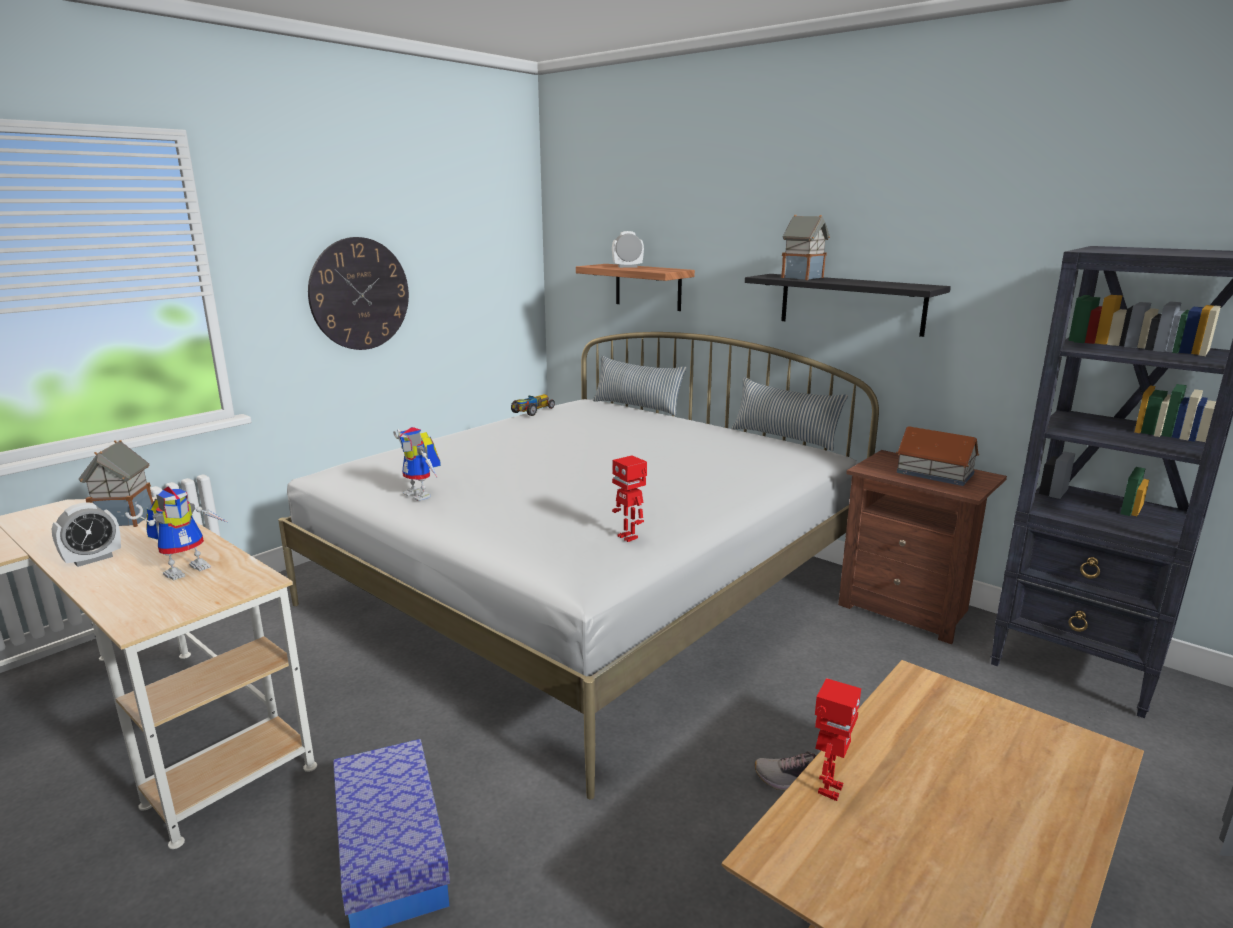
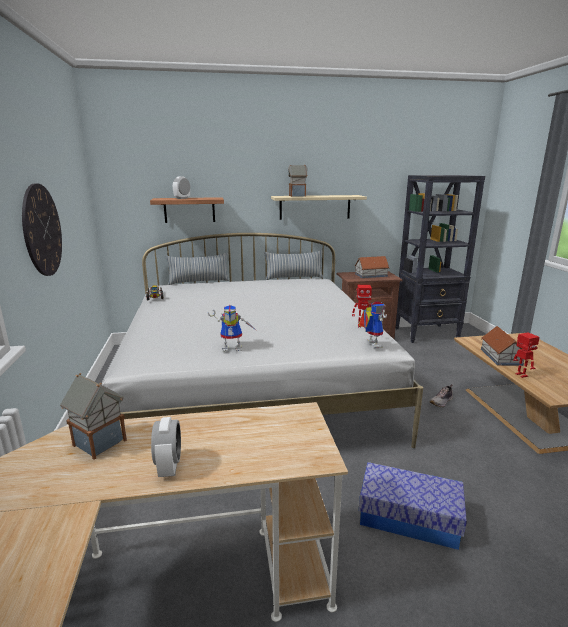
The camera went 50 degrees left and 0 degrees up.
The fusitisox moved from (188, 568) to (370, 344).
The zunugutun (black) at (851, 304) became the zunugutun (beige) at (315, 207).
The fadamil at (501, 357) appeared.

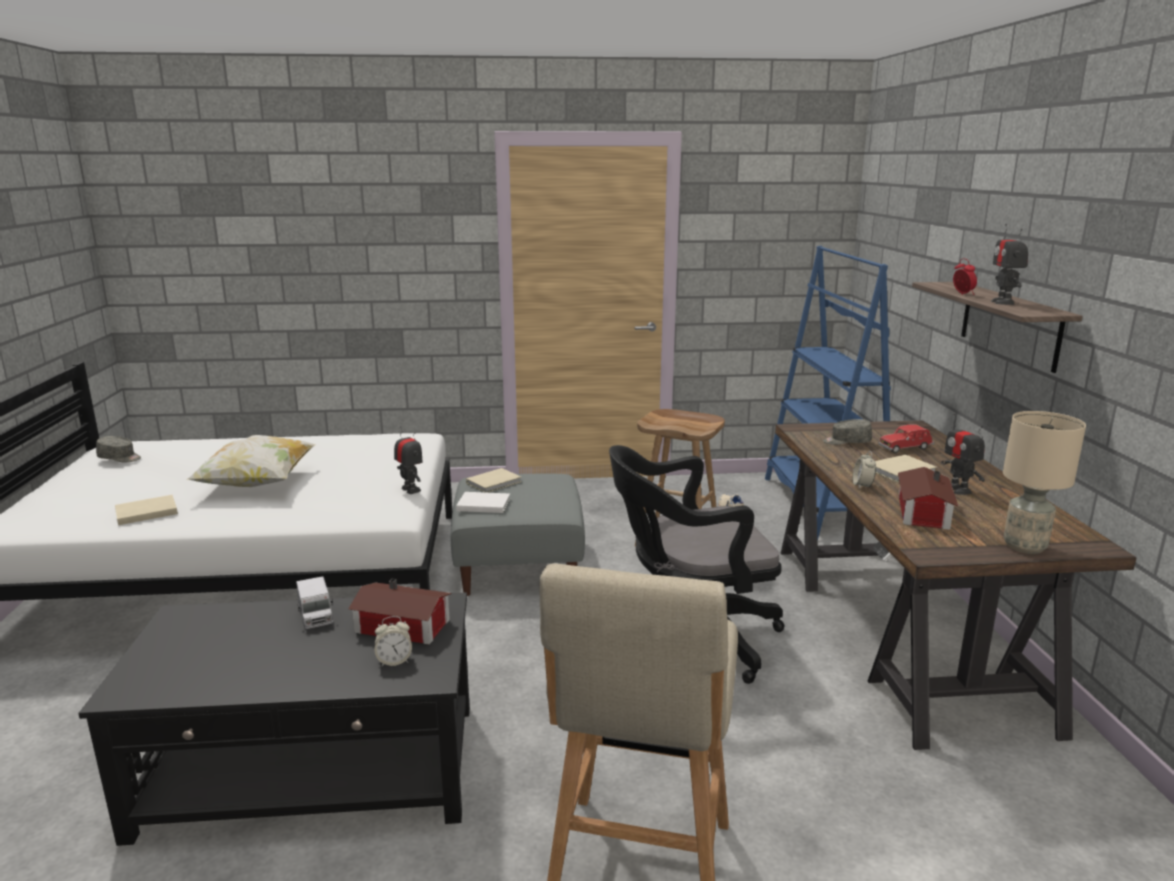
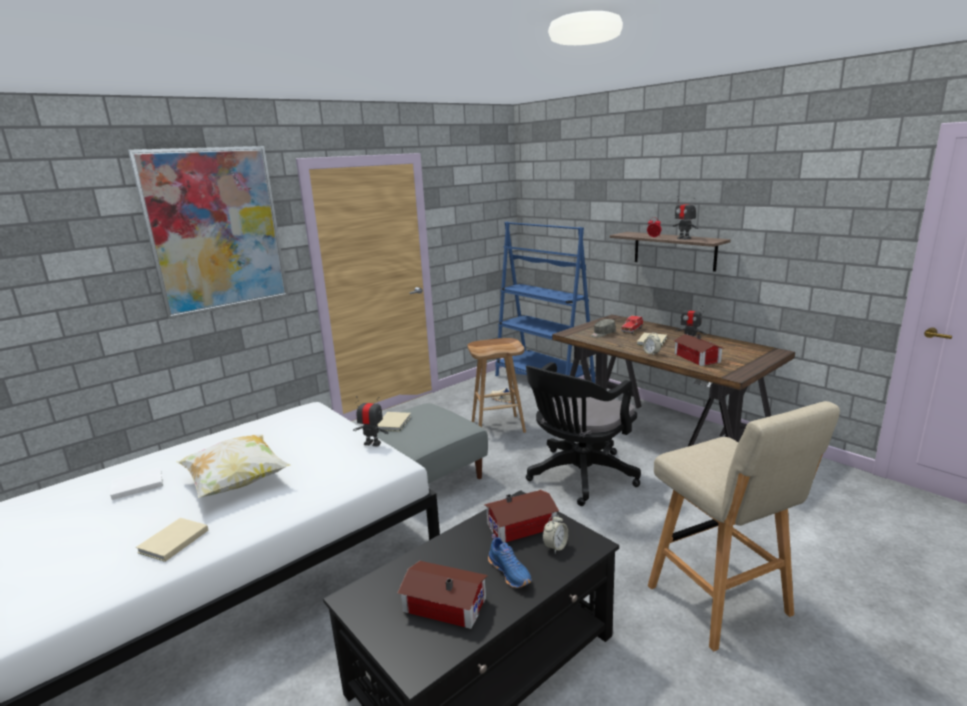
The camera went 35 degrees left and 0 degrees up.
The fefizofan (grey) at (120, 458) disappeared.
The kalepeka at (316, 616) disappeared.
The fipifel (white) moved from (482, 504) to (136, 485).
The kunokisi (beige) at (1025, 547) disappeared.
The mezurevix at (216, 230) appeared.
The fadamil at (443, 603) appeared.
The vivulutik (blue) at (510, 572) appeared.

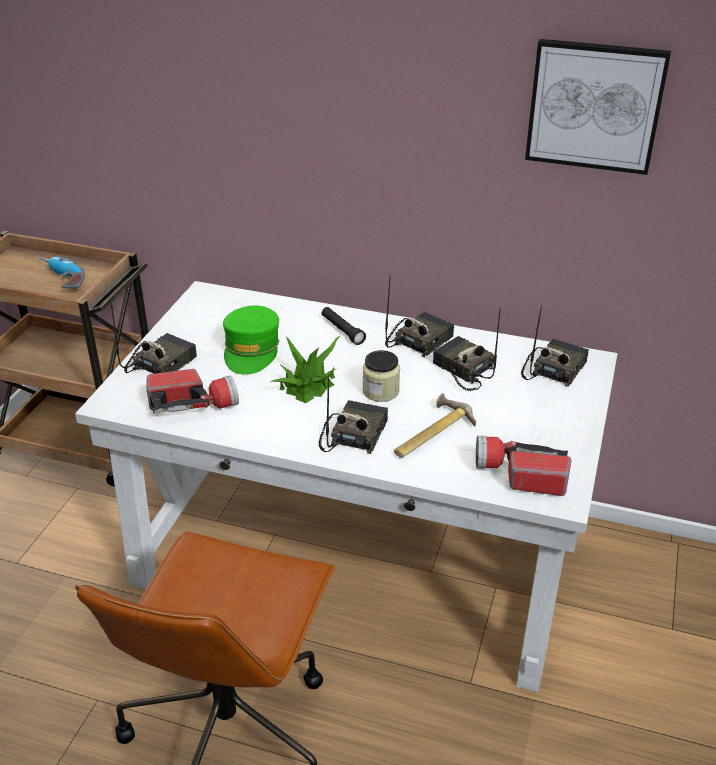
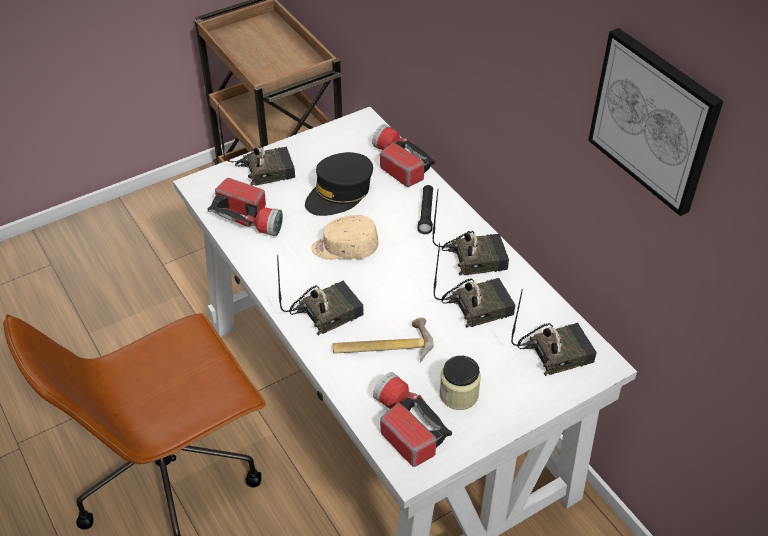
The camera went 40 degrees right and 10 degrees up.
The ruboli at (62, 280) disappeared.
The fefizofan (green) at (251, 350) became the fefizofan (black) at (339, 193).
The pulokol at (308, 384) was replaced by the fefizofan (beige) at (345, 248).
The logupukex moved from (380, 391) to (458, 394).
The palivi at (463, 370) turned 75 degrees clockwise.
The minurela at (398, 163) appeared.

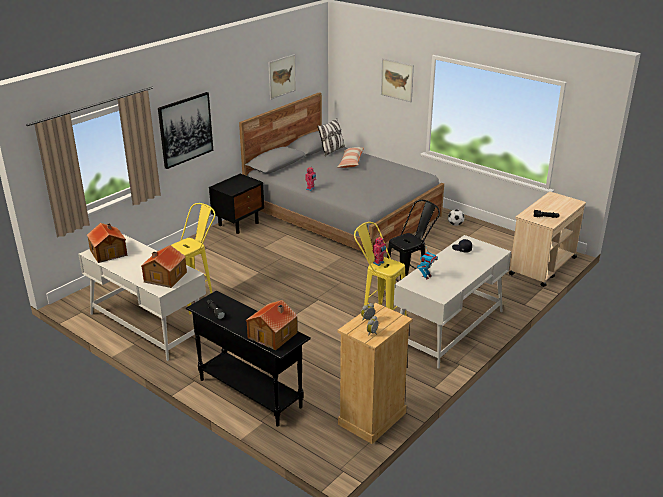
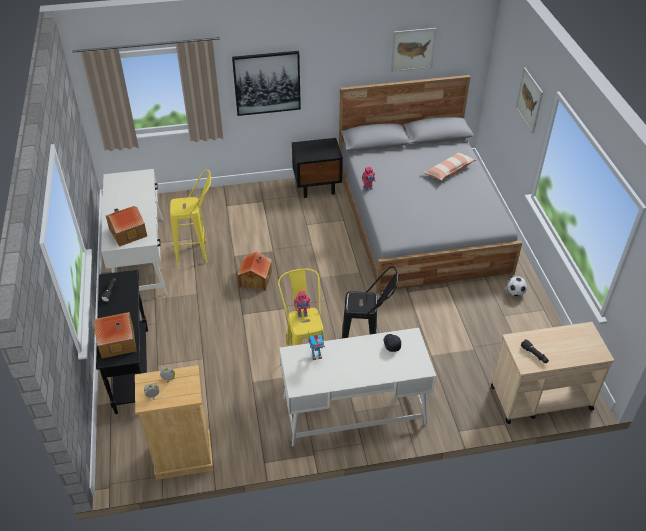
The camera went 40 degrees right and 15 degrees up.
The fadamil moved from (109, 252) to (256, 278).
The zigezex at (332, 151) disappeared.

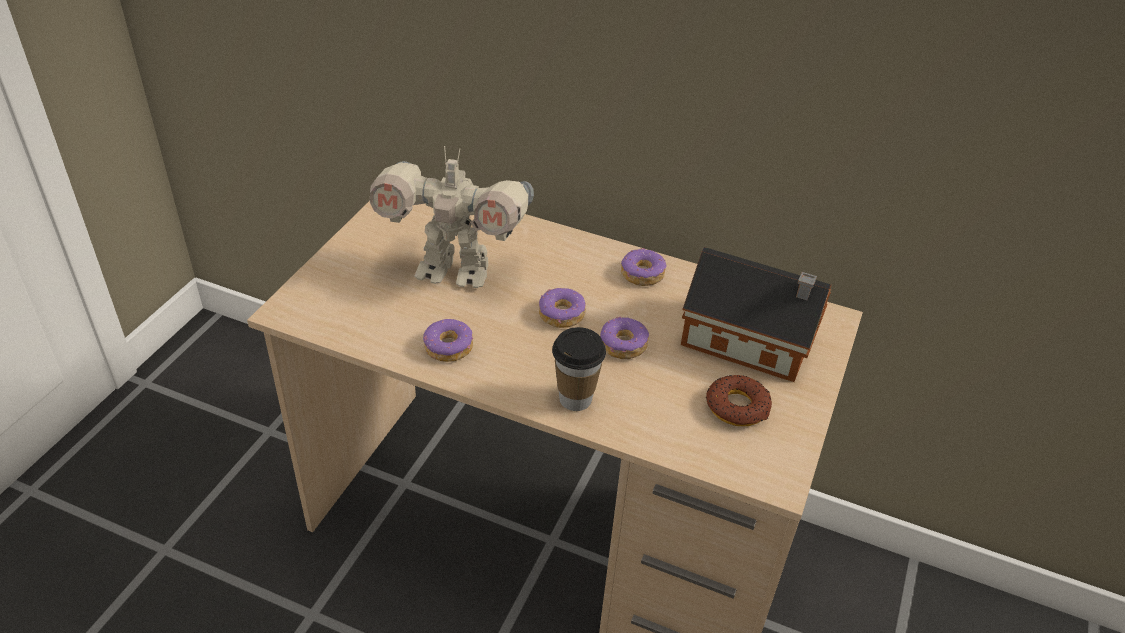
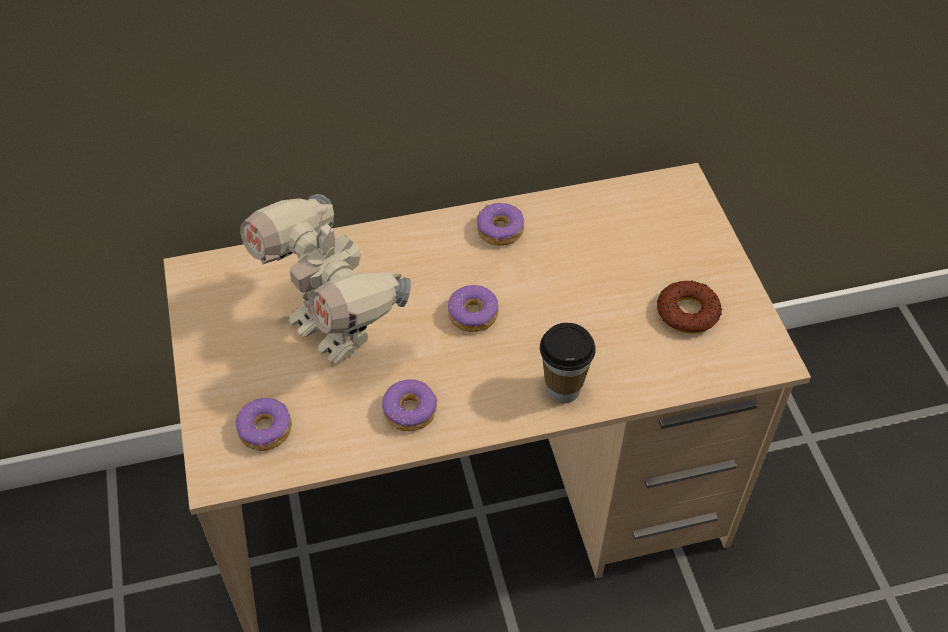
The camera went 35 degrees left and 10 degrees up.
The fusitisox at (454, 270) turned 75 degrees clockwise.
The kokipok moved from (623, 345) to (265, 430).
The fadamil at (752, 342) disappeared.

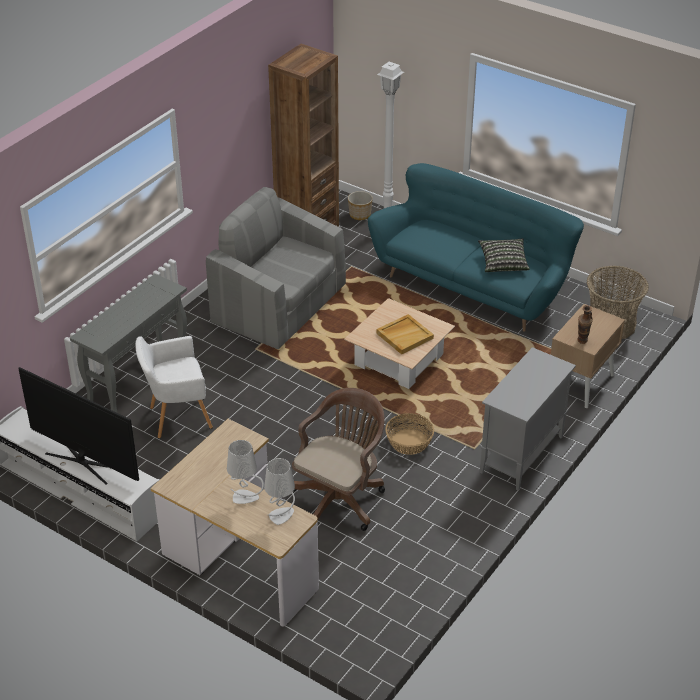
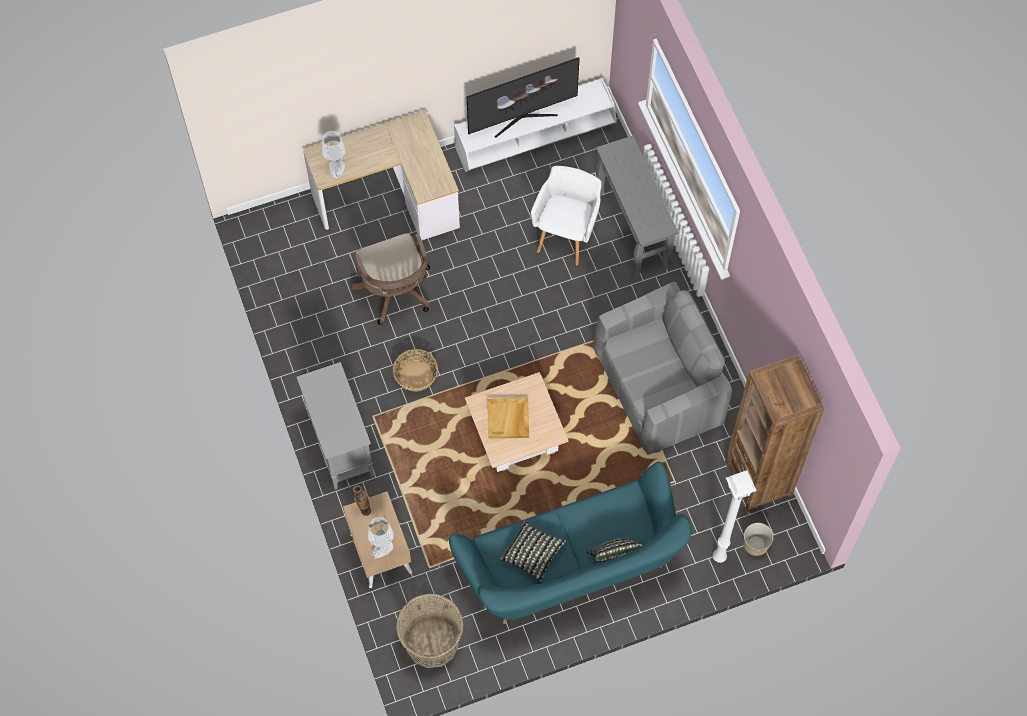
The camera went 125 degrees right and 25 degrees up.
The kunokisi (grey) moved from (245, 497) to (382, 548).
The zigezex at (614, 557) appeared.

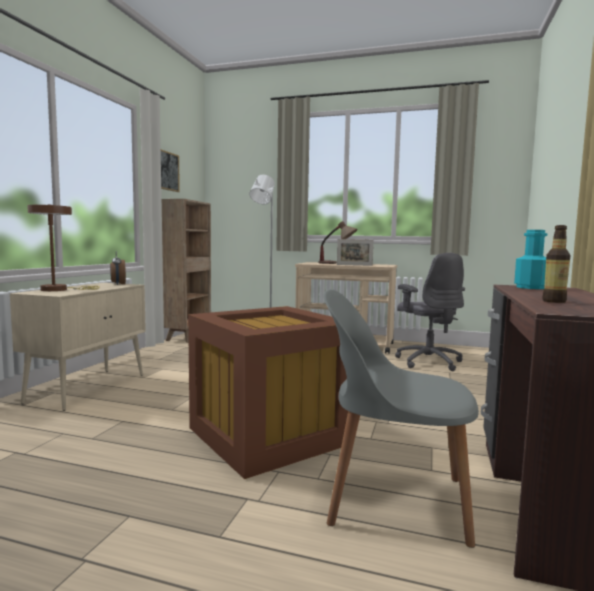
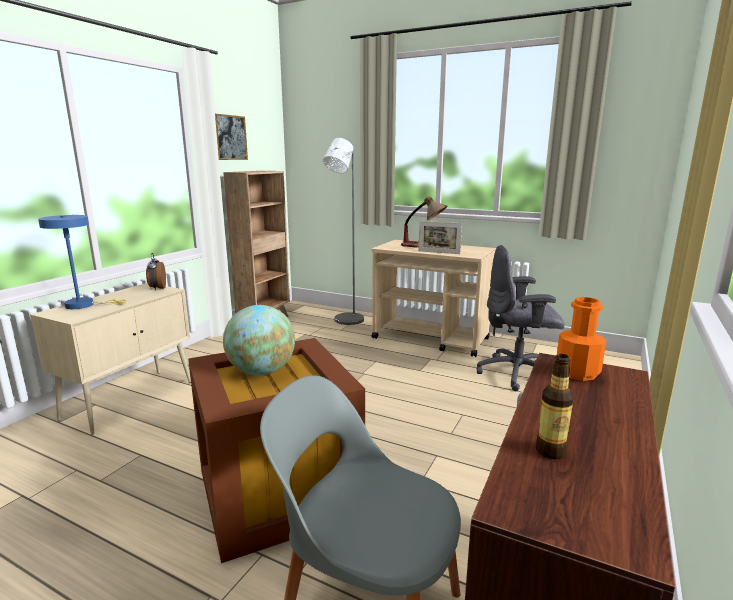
The camera went 10 degrees right and 10 degrees up.
The kunokisi (brown) at (59, 289) became the kunokisi (blue) at (85, 305).
The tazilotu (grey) at (428, 361) turned 105 degrees clockwise.
The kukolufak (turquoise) at (531, 287) became the kukolufak (orange) at (577, 372).
The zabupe at (261, 372) appeared.

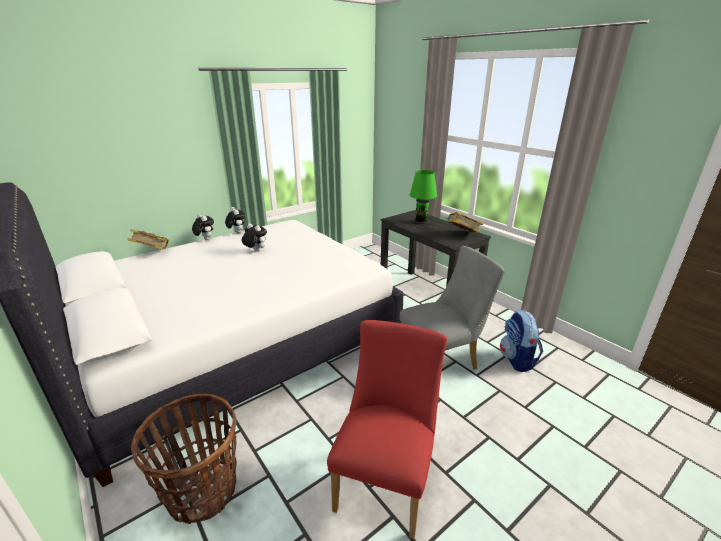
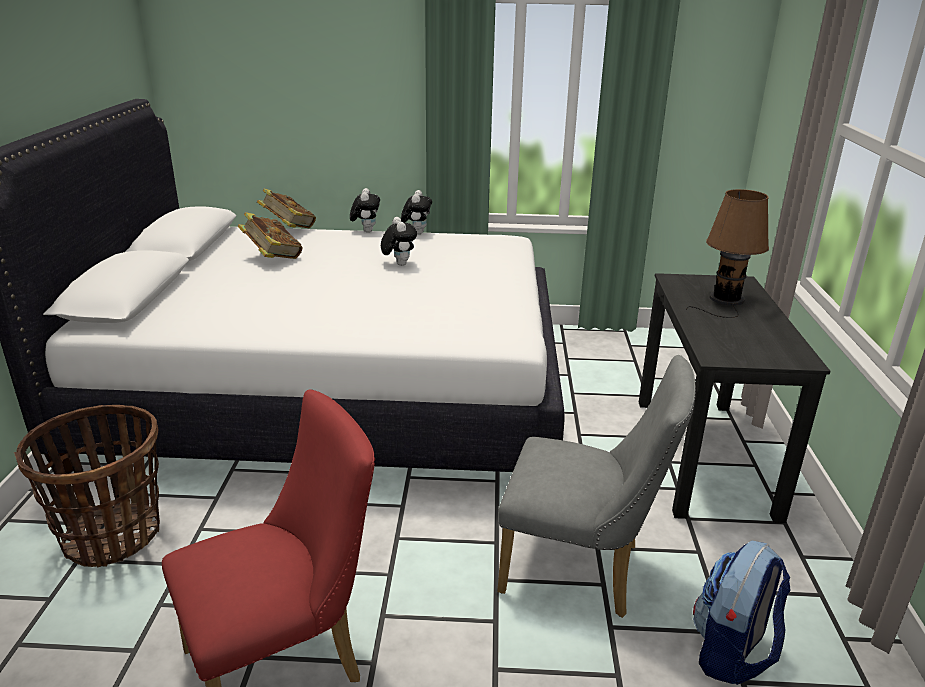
The camera went 40 degrees right and 0 degrees up.
The kunokisi (green) at (422, 222) became the kunokisi (brown) at (725, 300).
The fipifel moved from (461, 234) to (272, 258).

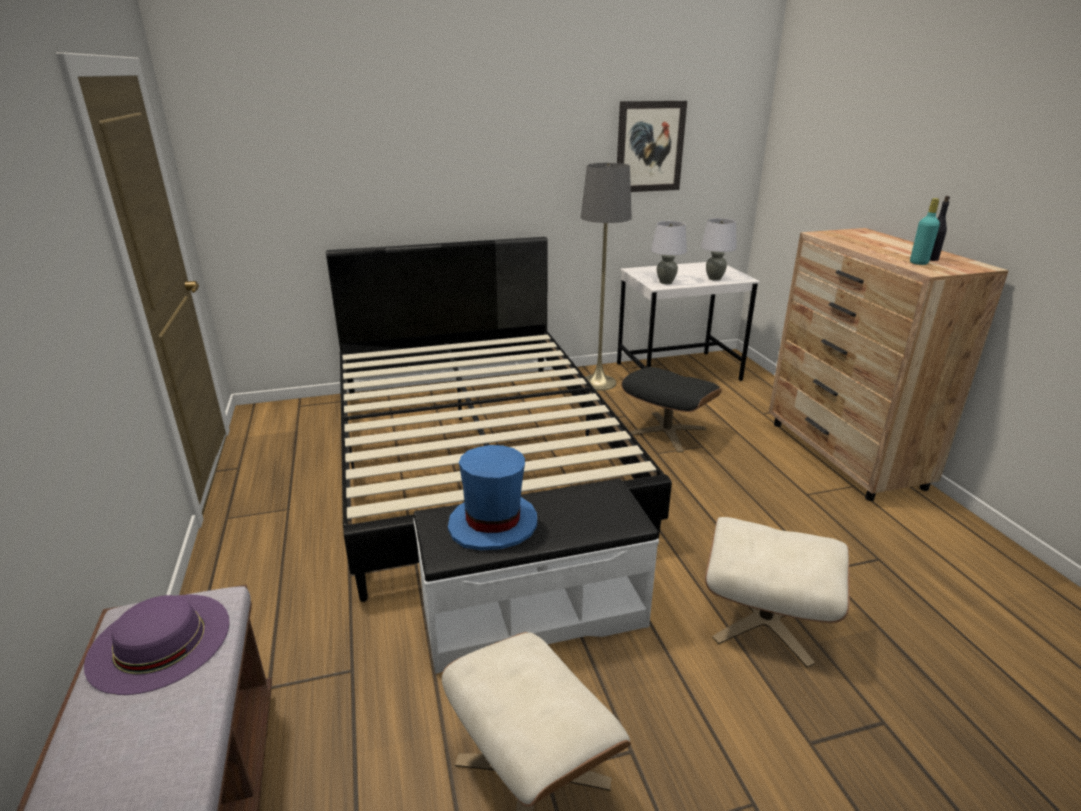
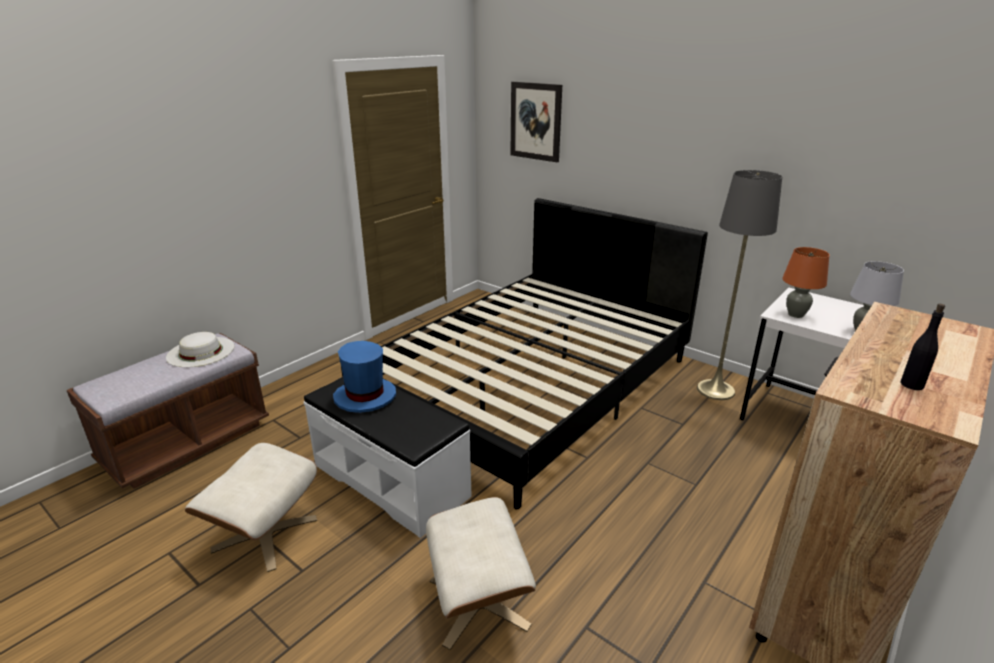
The camera went 55 degrees right and 0 degrees up.
The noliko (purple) at (159, 641) became the noliko (white) at (200, 351).
The mezurevix moved from (649, 147) to (536, 121).
The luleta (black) at (666, 432) disappeared.
The kunokisi (grey) at (665, 282) became the kunokisi (orange) at (795, 314).
The kukolufak (turquoise) at (918, 263) disappeared.

